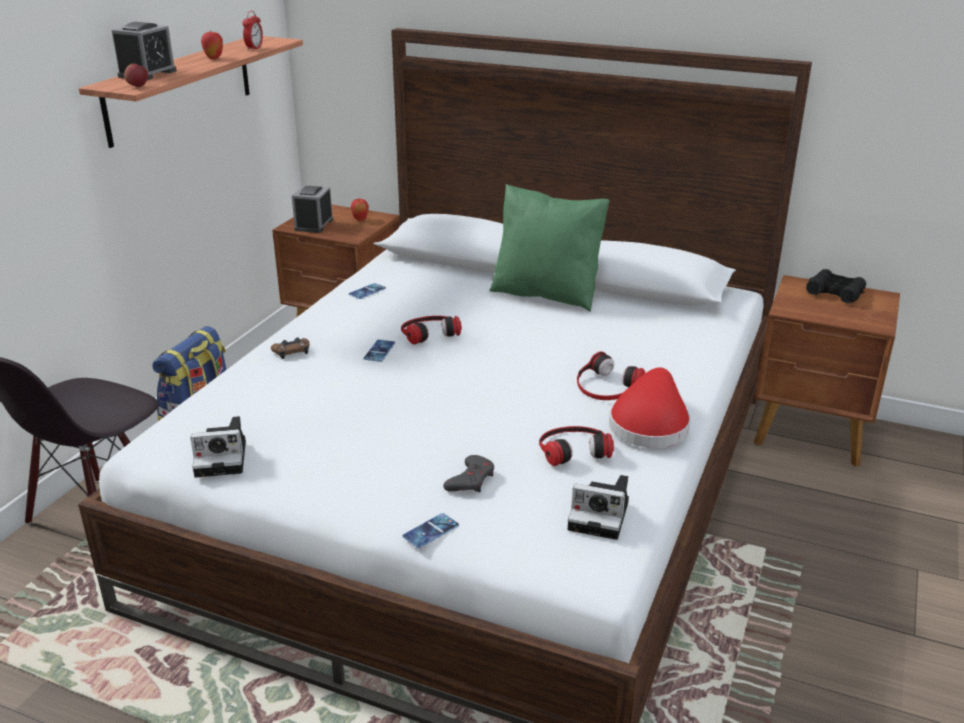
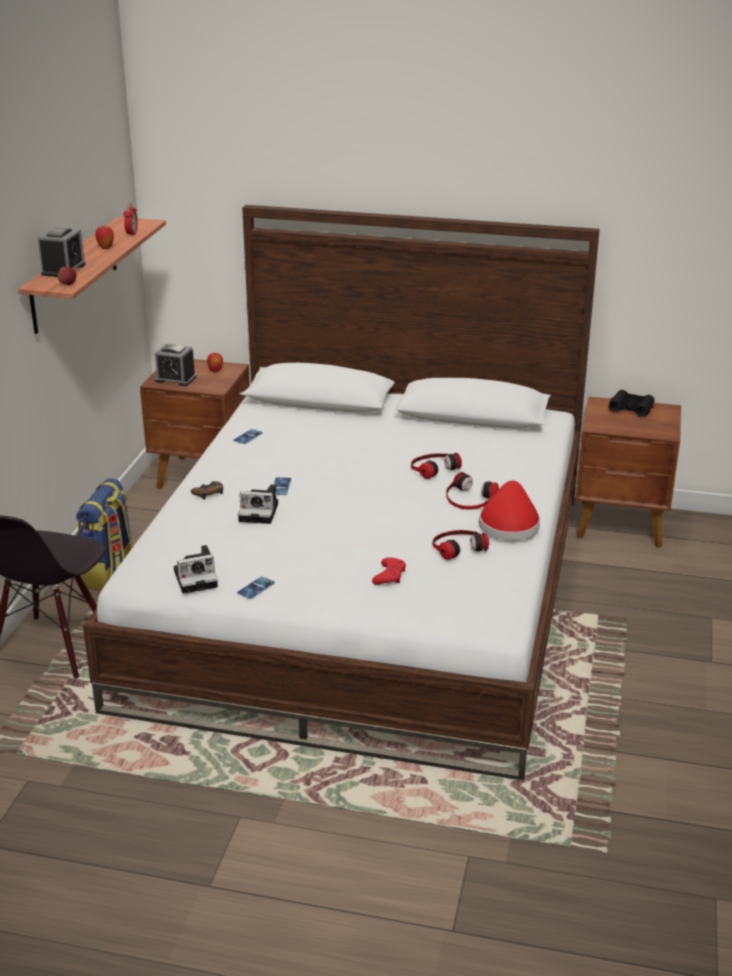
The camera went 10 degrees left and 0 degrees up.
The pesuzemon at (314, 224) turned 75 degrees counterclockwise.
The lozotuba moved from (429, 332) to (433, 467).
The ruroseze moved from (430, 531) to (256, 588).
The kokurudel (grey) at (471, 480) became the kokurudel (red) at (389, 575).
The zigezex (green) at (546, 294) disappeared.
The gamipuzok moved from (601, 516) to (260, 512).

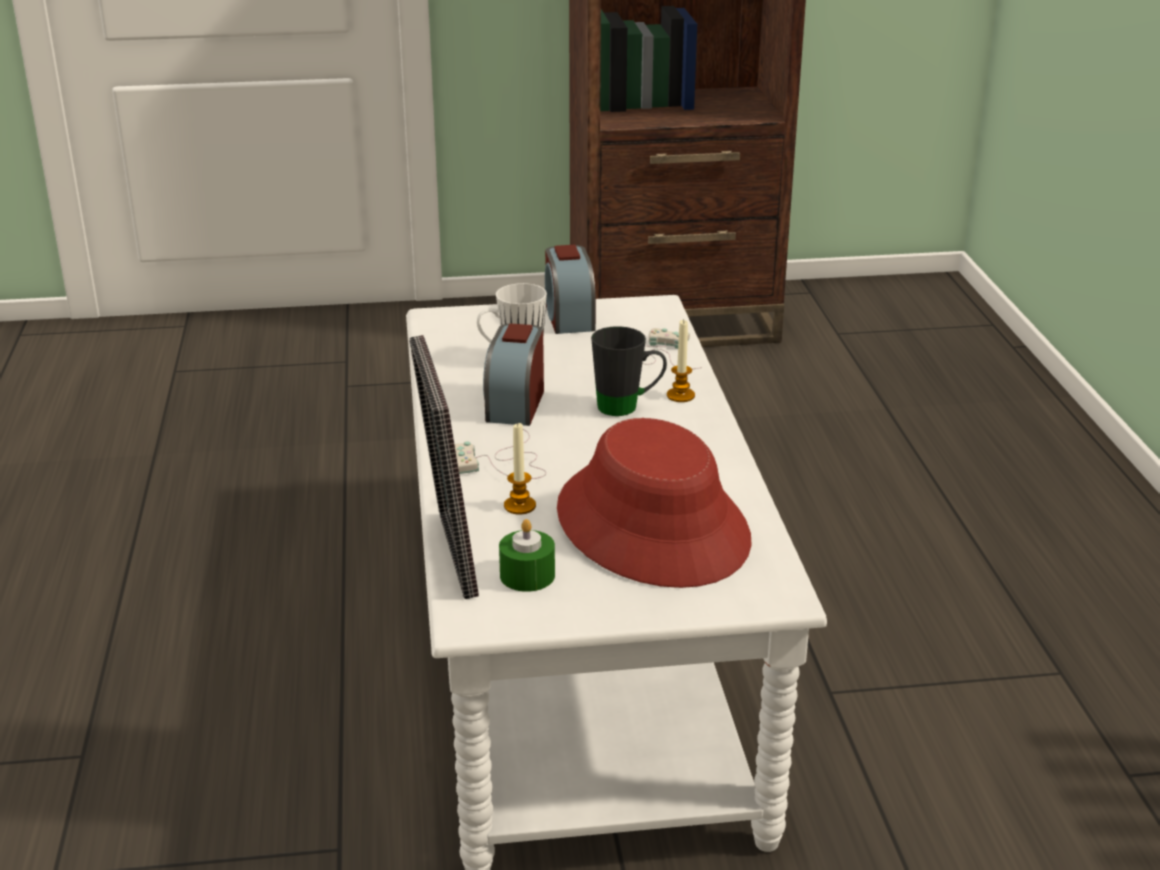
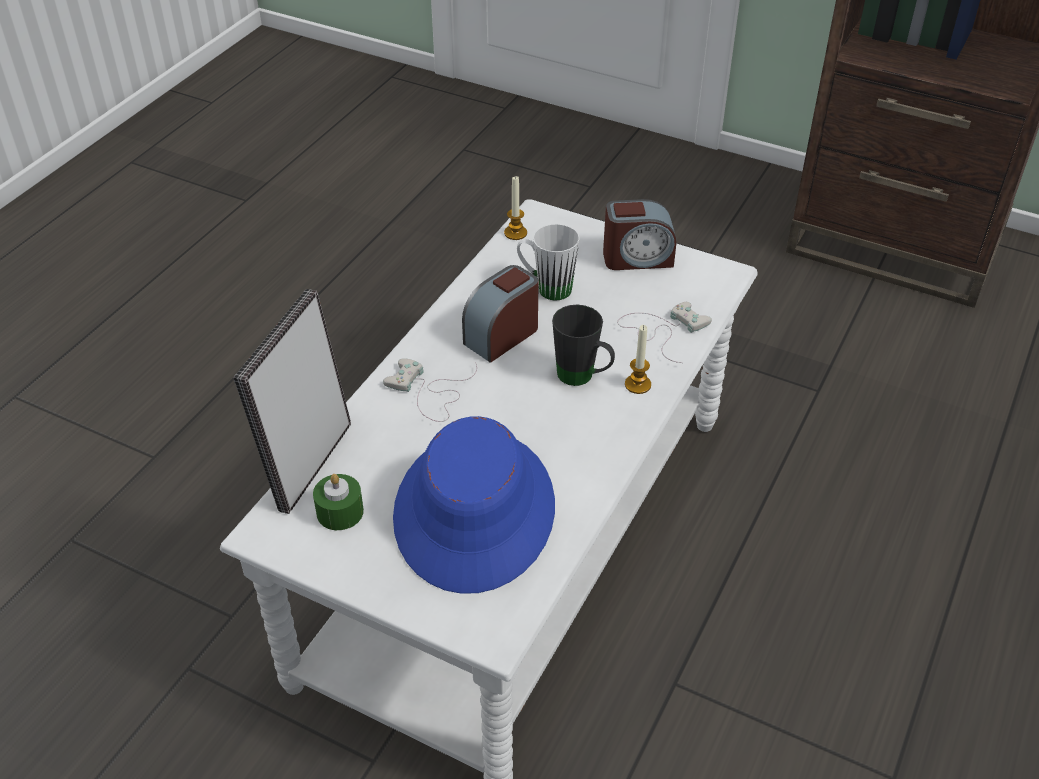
The camera went 35 degrees right and 15 degrees up.
The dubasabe moved from (520, 506) to (515, 233).
The pesuzemon at (569, 317) turned 120 degrees counterclockwise.
The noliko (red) at (653, 525) became the noliko (blue) at (475, 511).

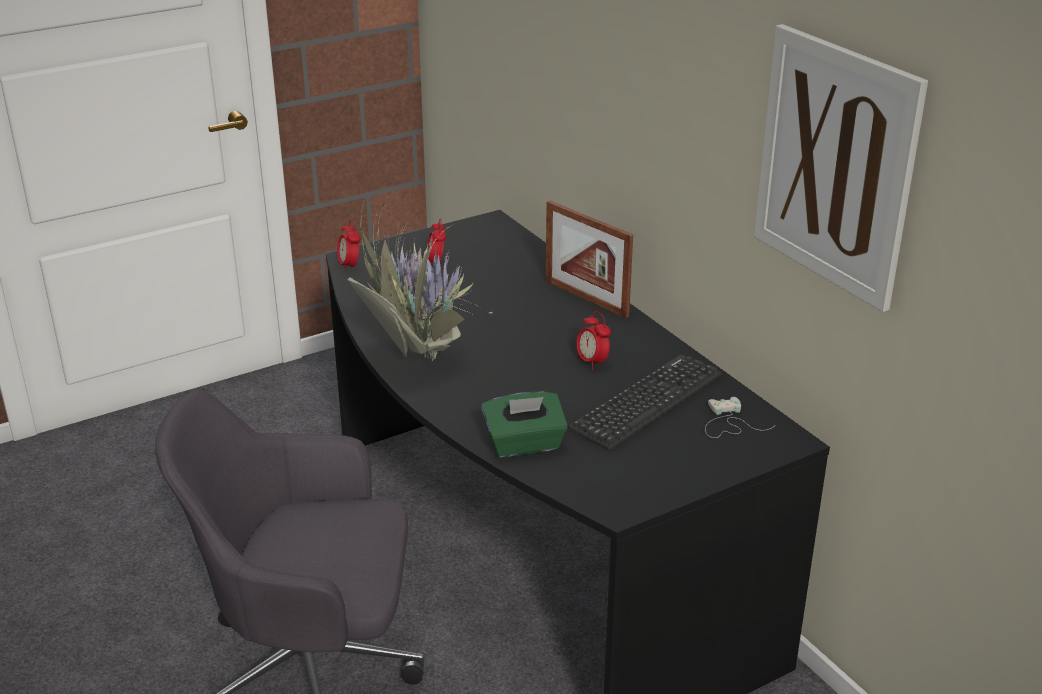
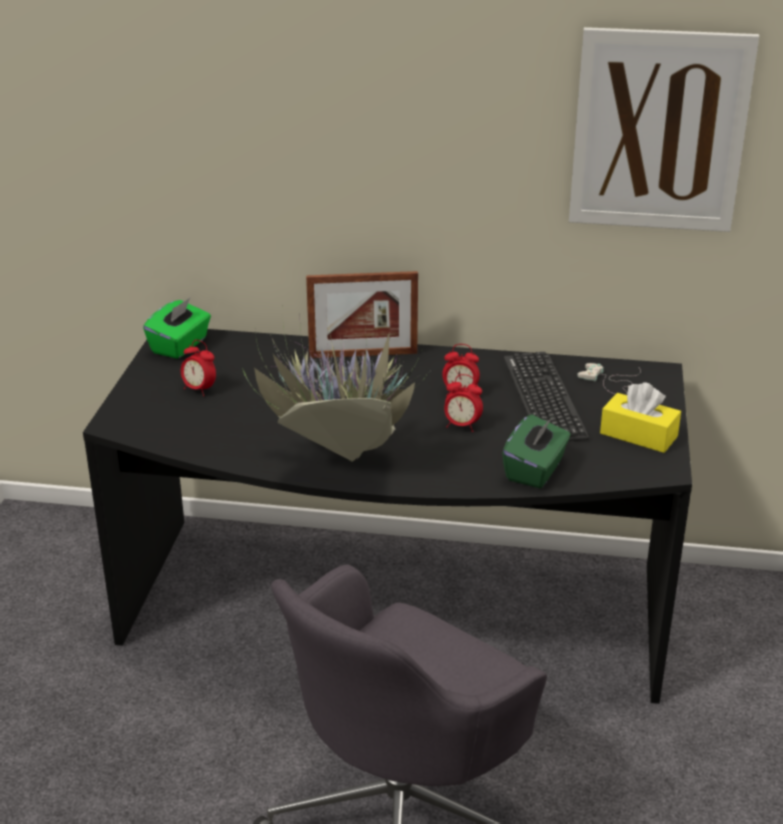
The camera went 50 degrees left and 0 degrees up.
The pesuzemon moved from (349, 266) to (462, 426).
The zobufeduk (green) at (180, 346) appeared.
The zobufeduk (yellow) at (638, 435) appeared.

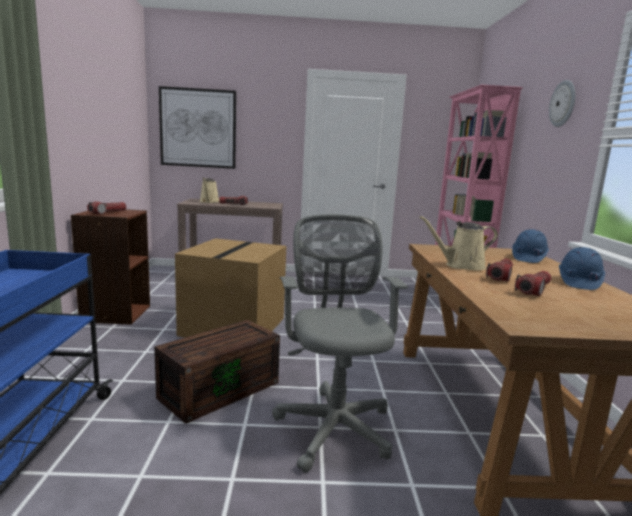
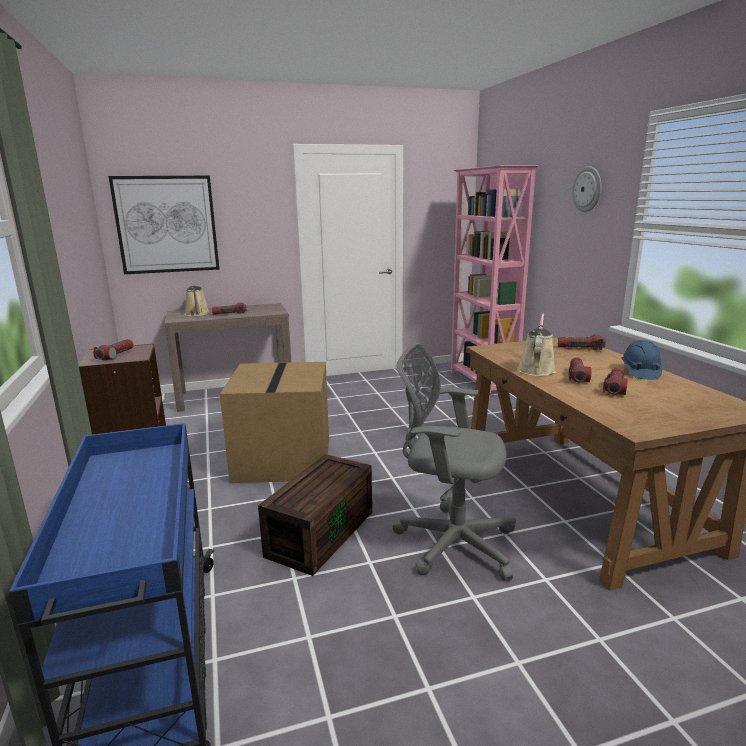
The camera went 15 degrees left and 5 degrees up.
The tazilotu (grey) at (334, 424) turned 45 degrees counterclockwise.
The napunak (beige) at (461, 266) turned 135 degrees clockwise.
The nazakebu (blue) at (528, 258) was replaced by the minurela at (580, 348).

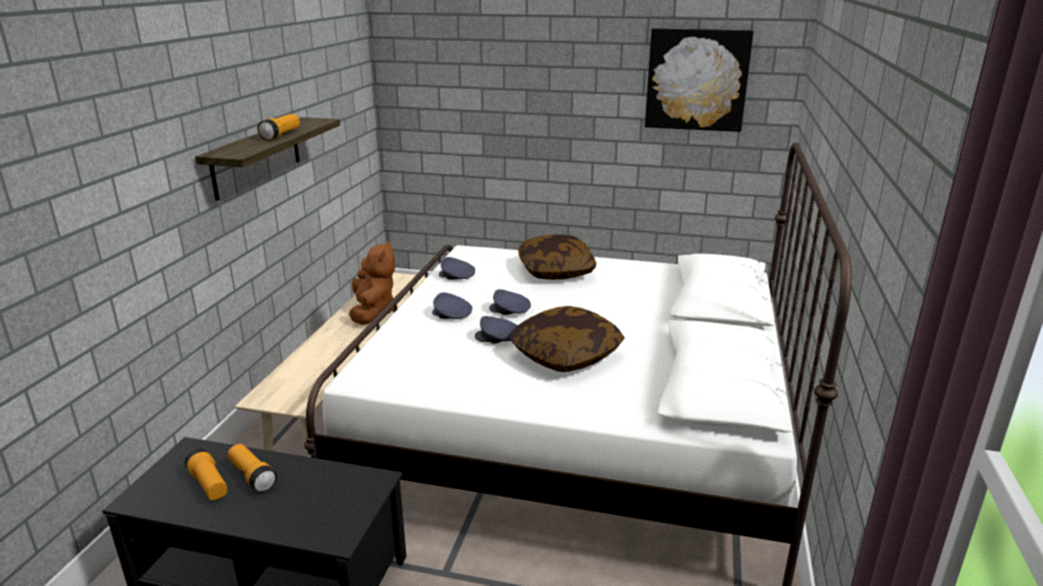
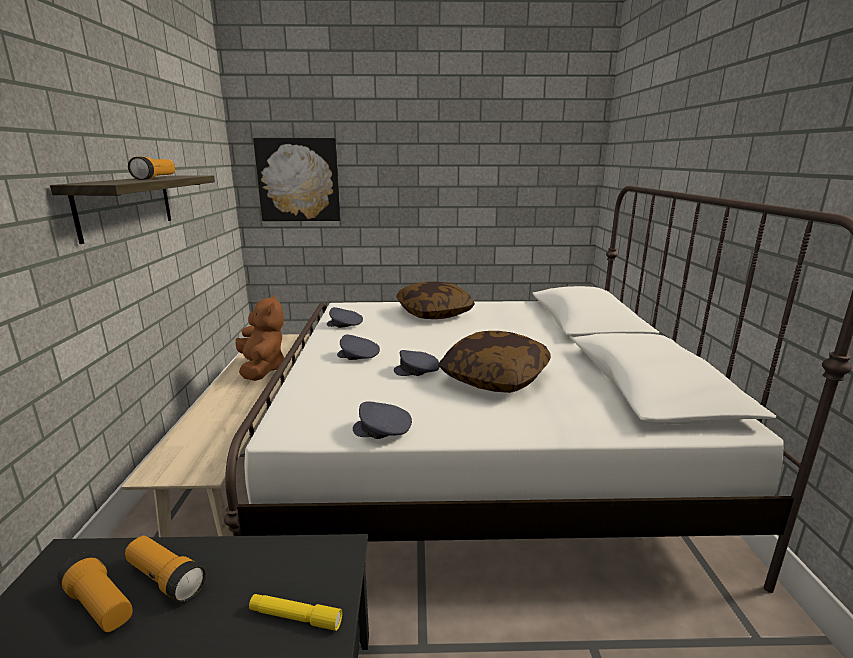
The camera went 15 degrees left and 5 degrees down.
The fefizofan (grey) moved from (509, 310) to (383, 430).
The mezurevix moved from (697, 80) to (298, 180).
The minurela (yellow) at (295, 617) appeared.

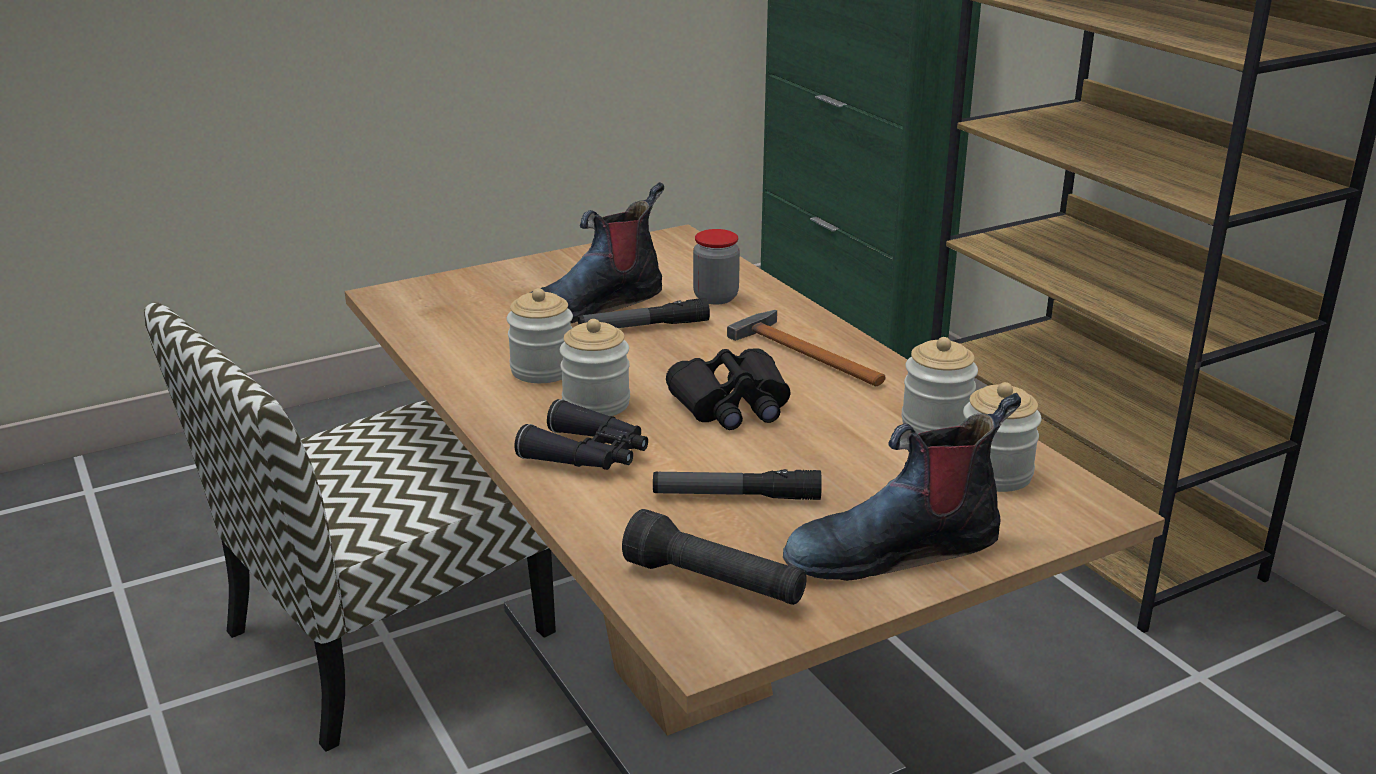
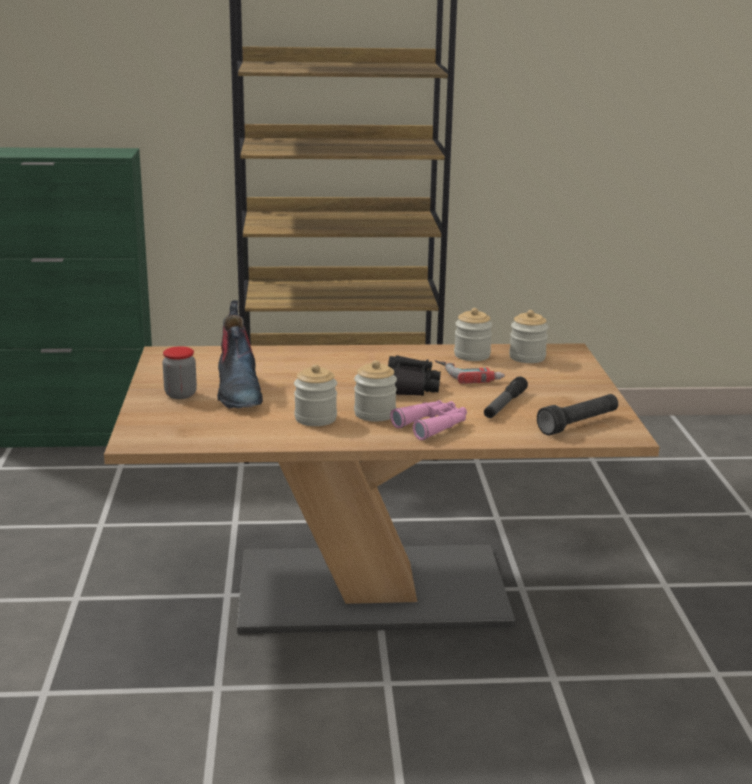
The camera went 65 degrees left and 5 degrees down.
The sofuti at (385, 640) disappeared.
The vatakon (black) at (588, 455) became the vatakon (pink) at (432, 426).
The minurela at (643, 327) disappeared.
The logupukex moved from (715, 297) to (180, 394).
The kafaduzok at (803, 352) disappeared.
The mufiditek at (894, 548) disappeared.
The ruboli at (469, 374) appeared.

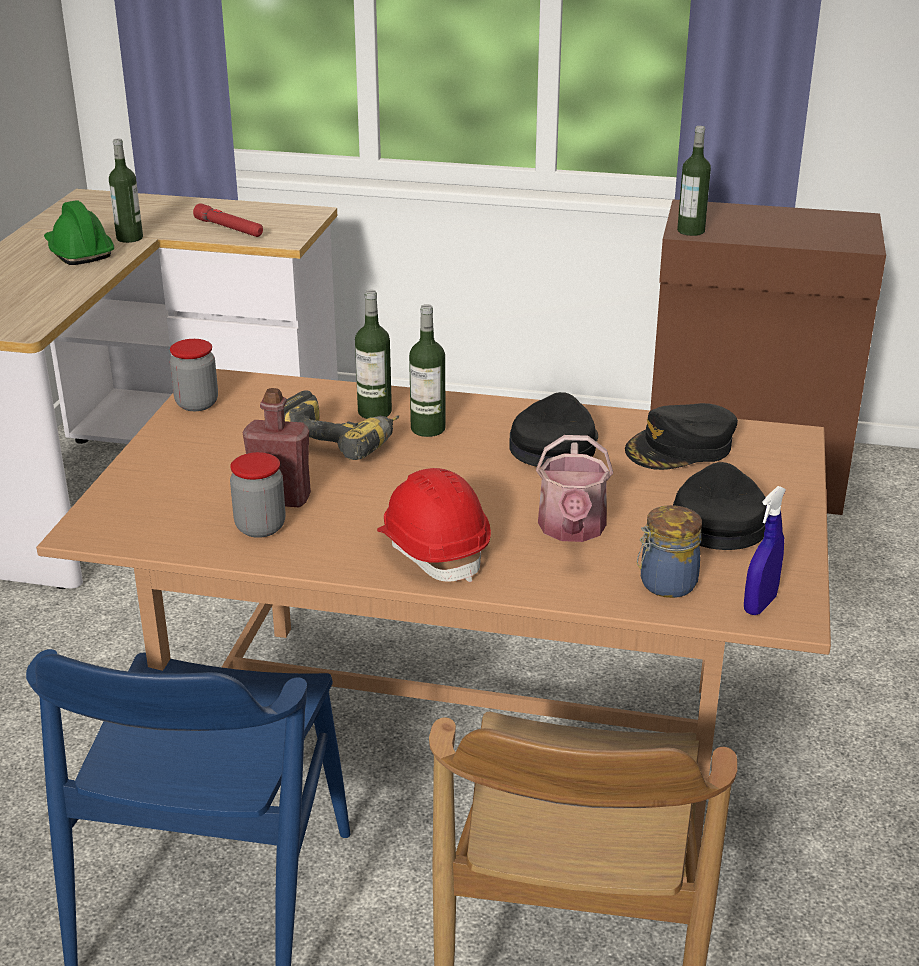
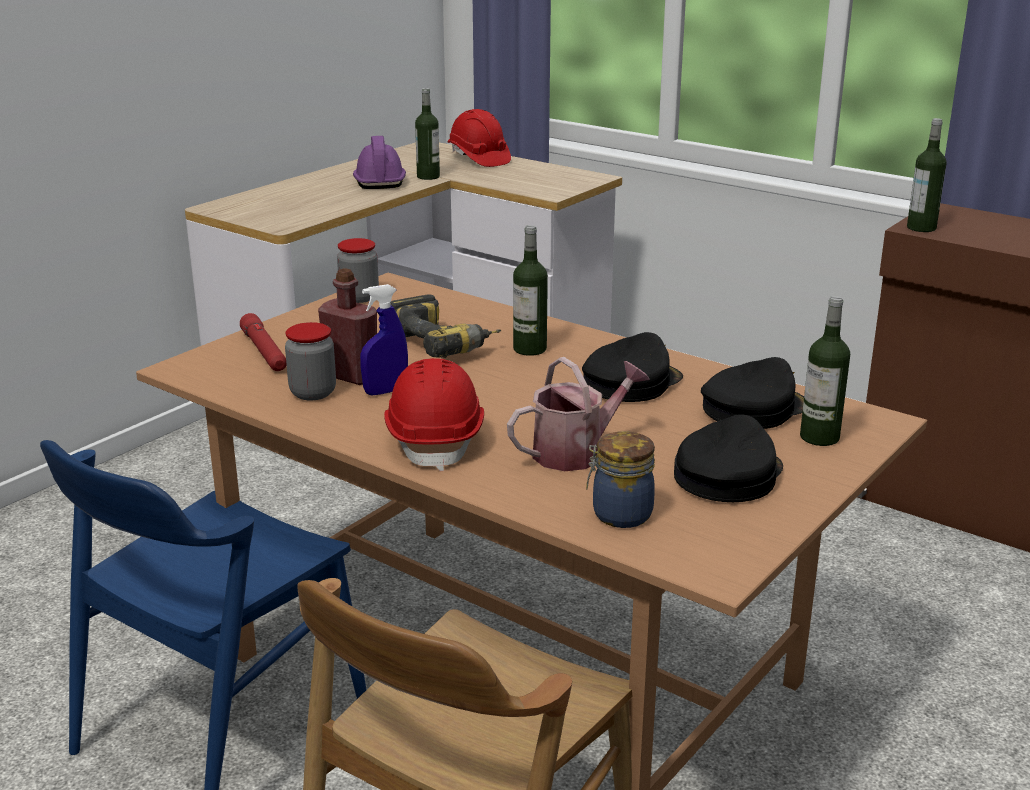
The camera went 25 degrees right and 5 degrees down.
The nazakebu (green) at (78, 252) became the nazakebu (purple) at (379, 181).
The minurela (red) moved from (229, 228) to (264, 352).
The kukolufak moved from (374, 412) to (819, 437).
The napunak at (572, 530) turned 150 degrees counterclockwise.
The fefizofan (black) at (681, 448) turned 150 degrees clockwise.
The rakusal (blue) moved from (759, 605) to (385, 391).
The nazakebu (red) at (478, 159) appeared.

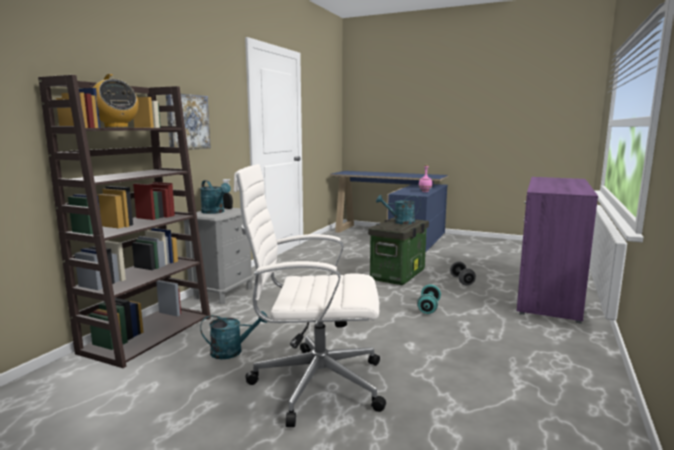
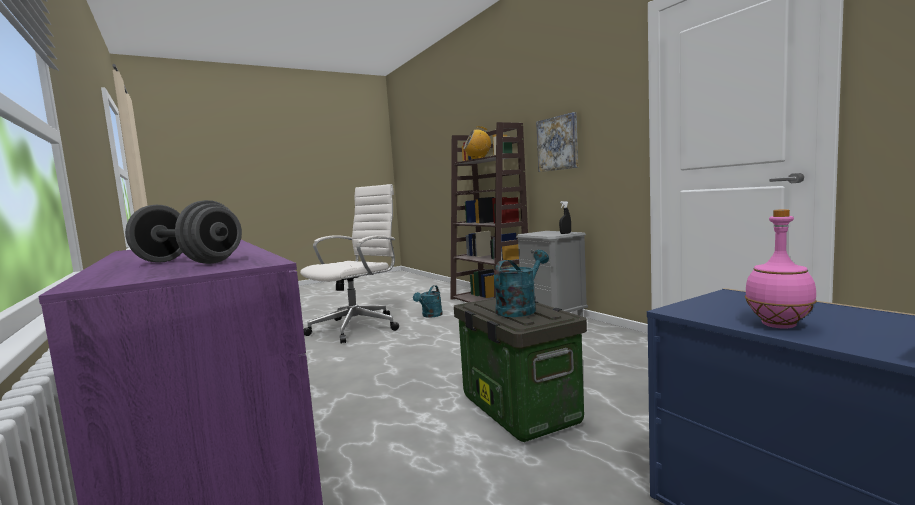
The camera went 125 degrees right and 5 degrees down.
The napunak (turquoise) at (215, 212) disappeared.
The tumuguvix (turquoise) at (428, 308) disappeared.
The tumuguvix (grey) moved from (462, 281) to (186, 262).

